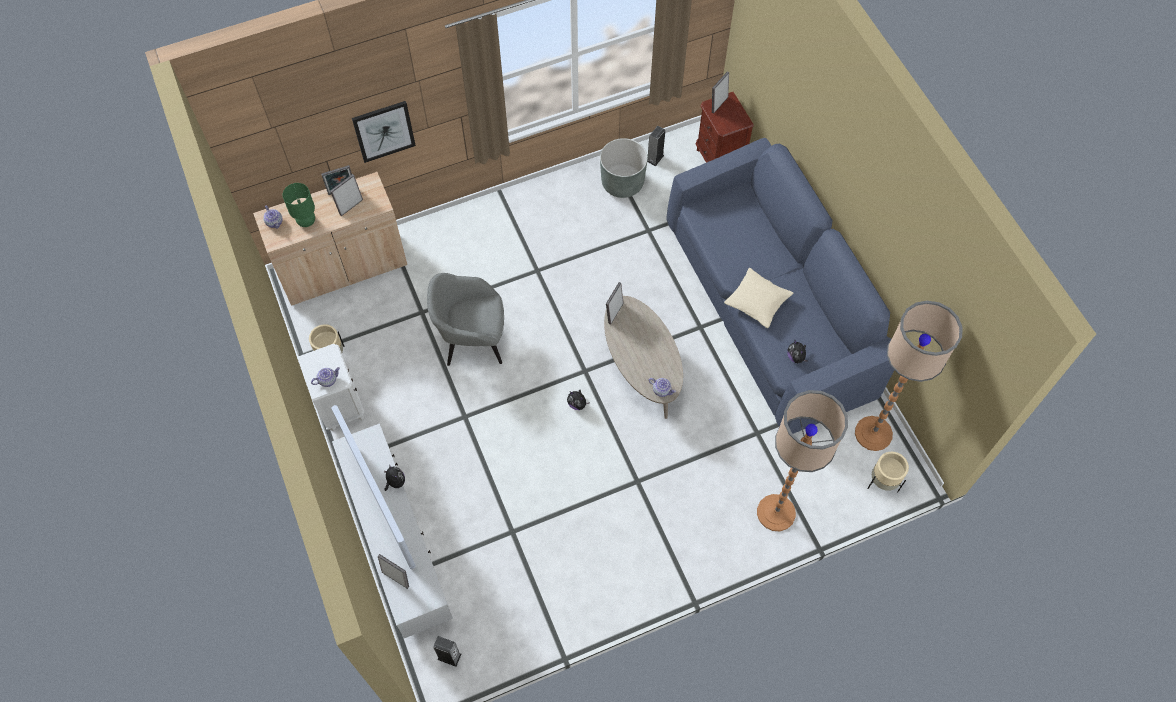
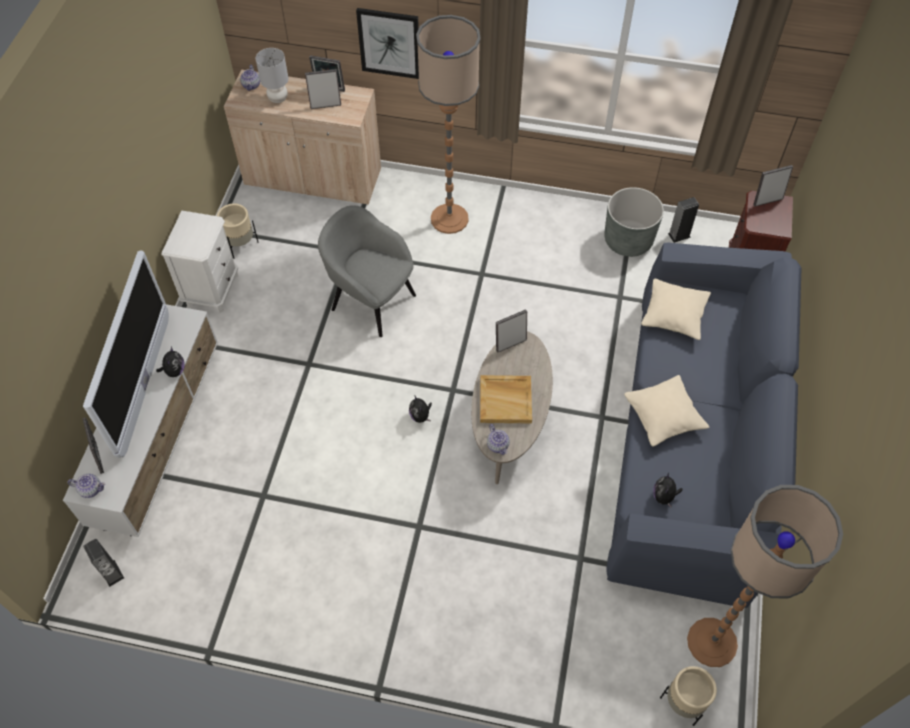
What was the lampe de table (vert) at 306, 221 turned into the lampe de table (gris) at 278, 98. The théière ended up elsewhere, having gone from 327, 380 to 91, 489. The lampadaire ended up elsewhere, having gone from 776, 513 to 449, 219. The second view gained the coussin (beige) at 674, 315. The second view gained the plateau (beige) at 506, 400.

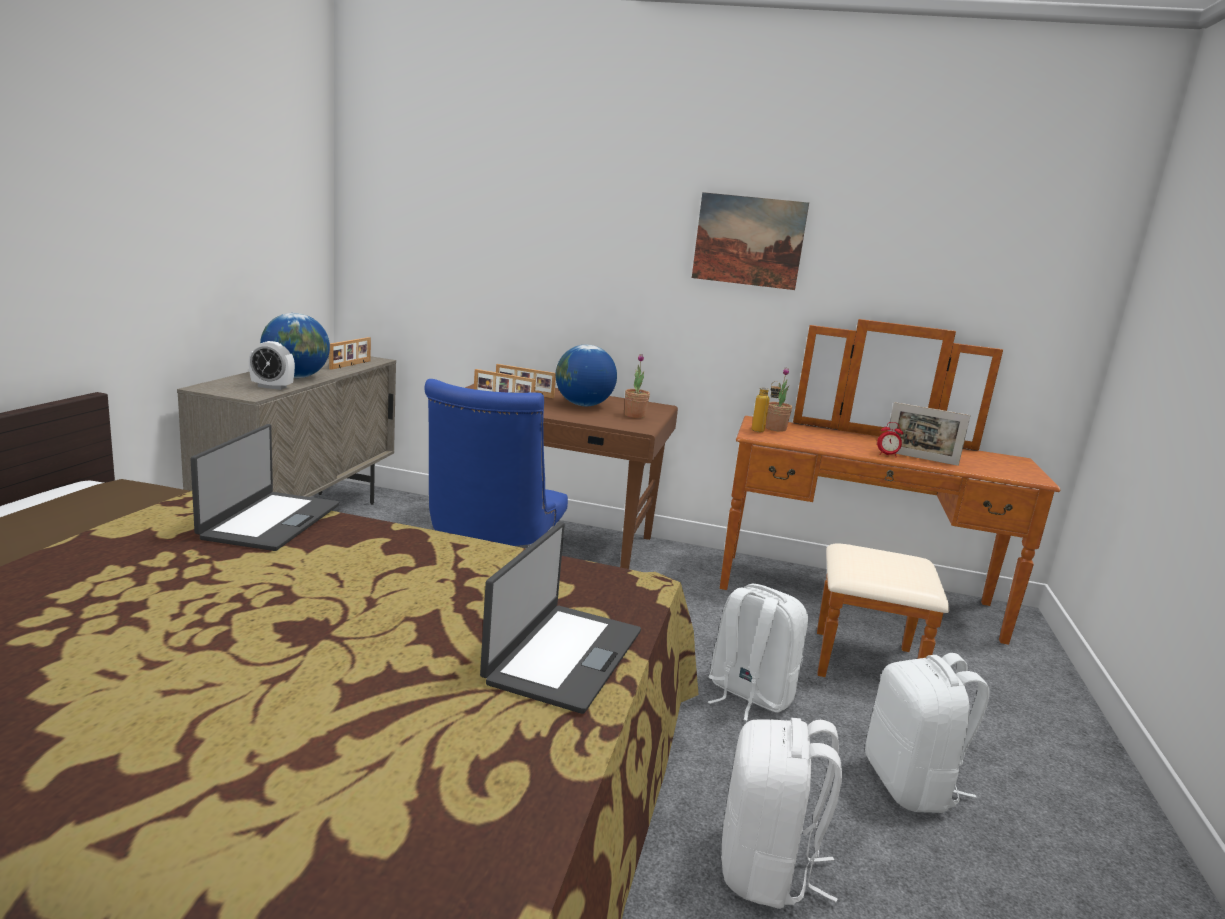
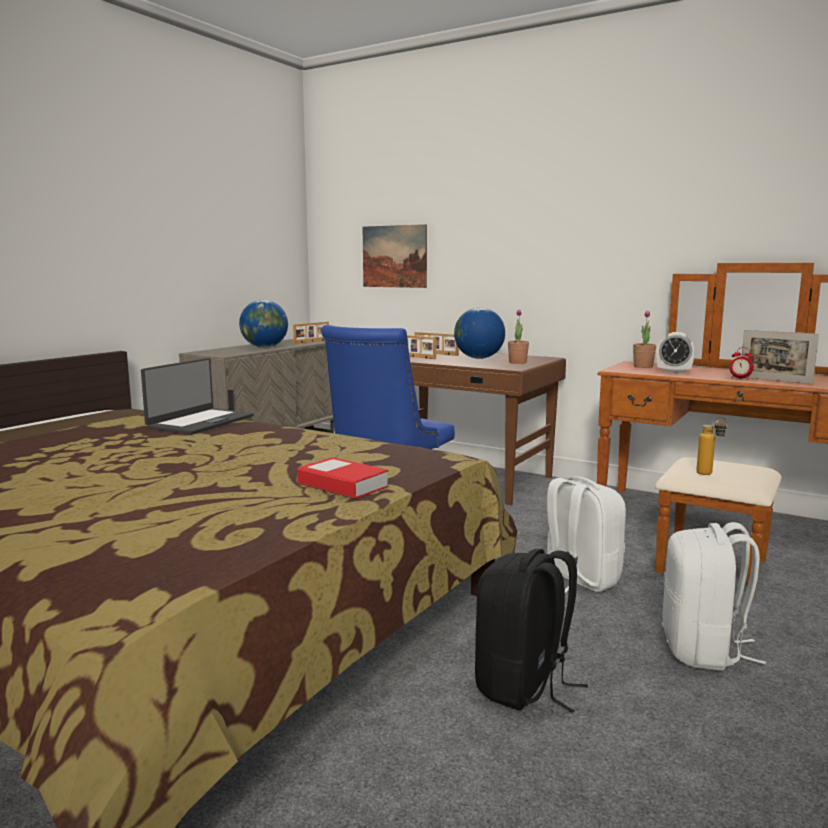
The tableau ended up elsewhere, having gone from 749, 241 to 394, 256. The réveil ended up elsewhere, having gone from 272, 387 to 674, 372. The bouteille ended up elsewhere, having gone from 762, 432 to 709, 474. Where the ordinateur portable stood at 563, 655, the livre came to stand at 342, 485. What was the sac à dos (blanc) at 767, 869 turned into the sac à dos (noir) at 524, 686.

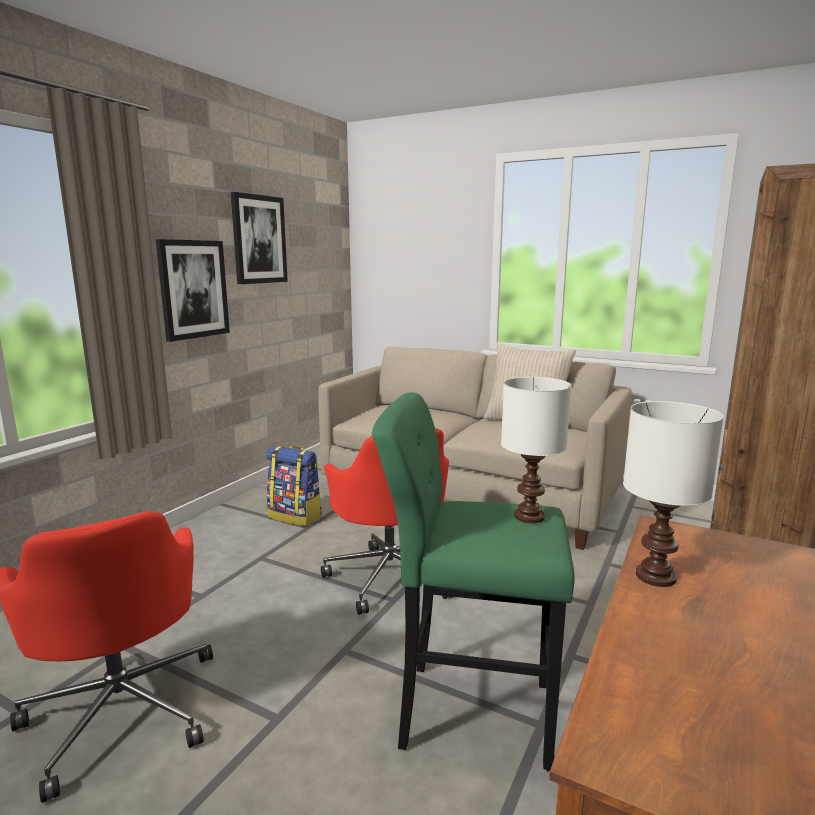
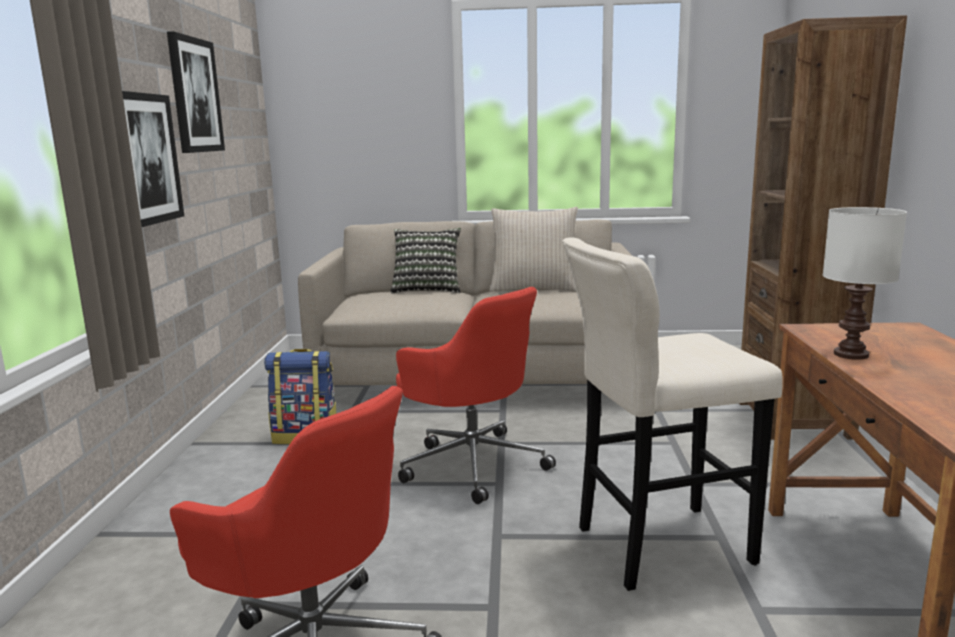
The second view lost the lampe de table (blanc) at 530, 517. What was the tabouret (vert) at 467, 711 turned into the tabouret (beige) at 655, 547. The second view gained the coussin at 427, 289.

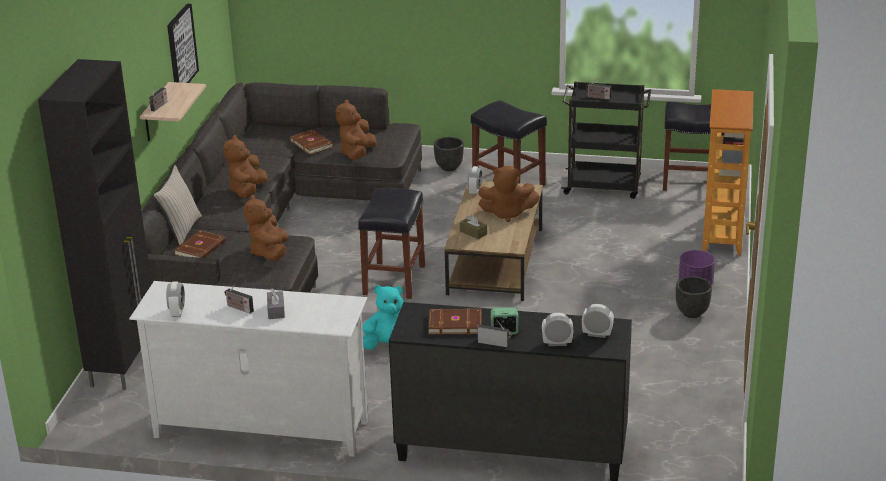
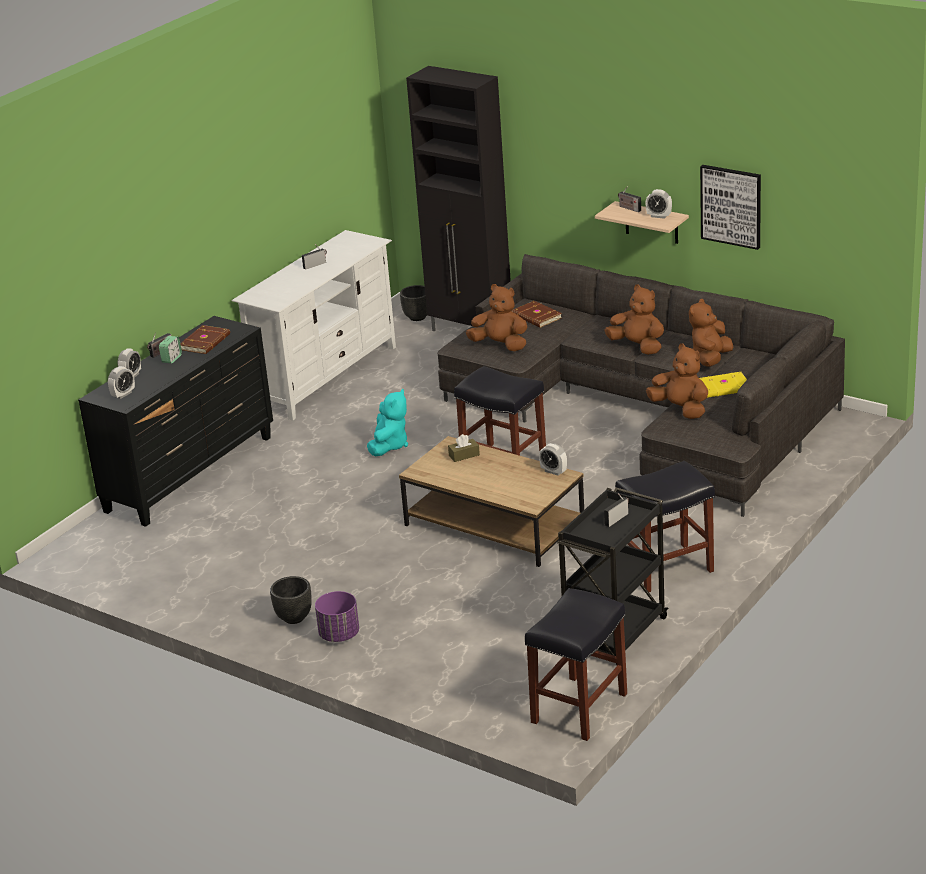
The second view lost the bibliothèque at 723, 235. What was the livre (marron) at 312, 144 turned into the livre (jaune) at 724, 388. The cache-pot (noir) ended up elsewhere, having gone from 448, 167 to 417, 317. The second view lost the coussin (beige) at 181, 230. The peluche (marron) ended up elsewhere, having gone from 507, 213 to 710, 359. The réveil ended up elsewhere, having gone from 177, 312 to 659, 216. The second view lost the boîte à mouchoirs (gris) at 276, 310.

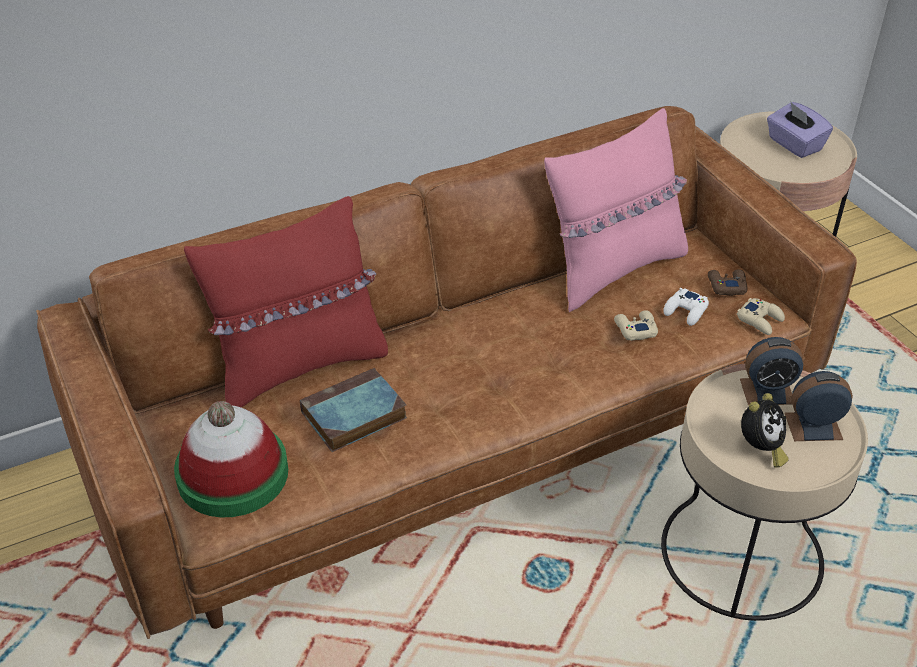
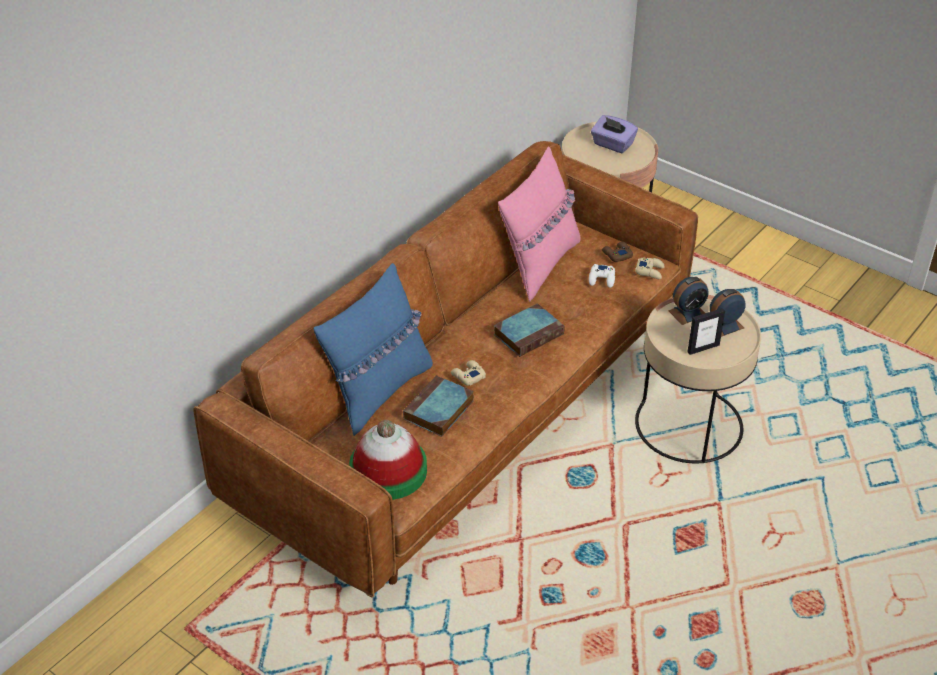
What was the coussin (rouge) at 300, 366 turned into the coussin (bleu) at 378, 391. The manette (beige) ended up elsewhere, having gone from 635, 329 to 468, 376. Where the réveil stood at 760, 449, the cadre photo came to stand at 703, 348. The second view gained the livre at 529, 333.

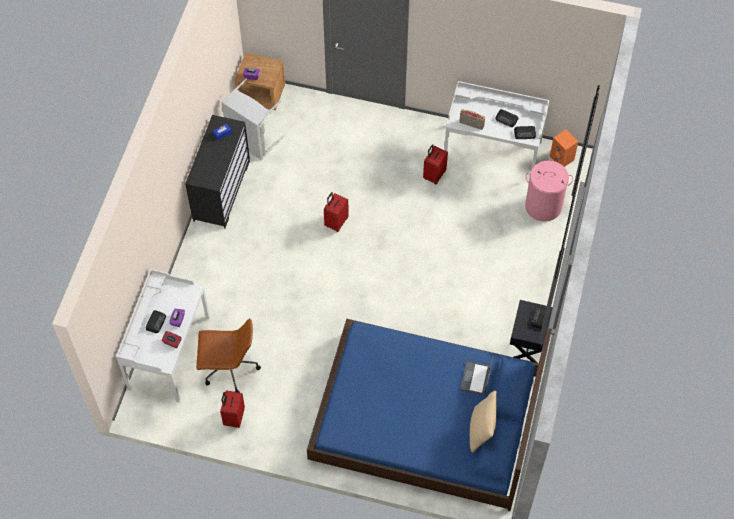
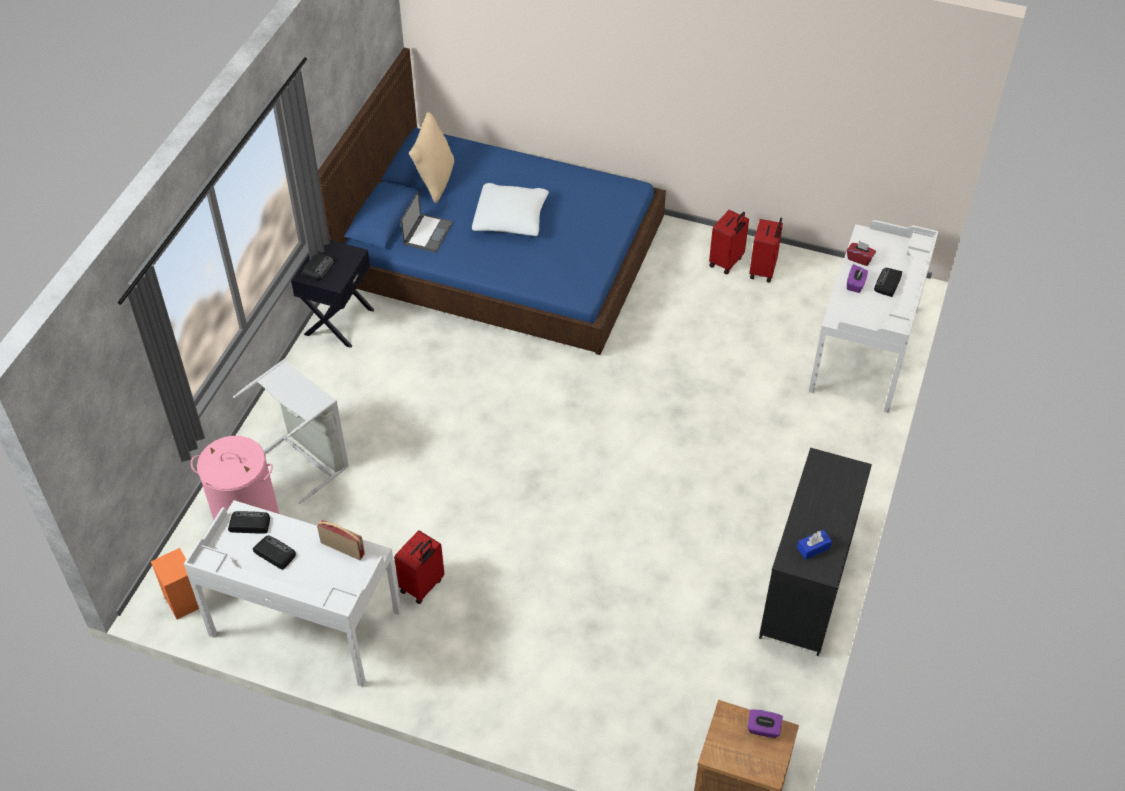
The panier à linge (gris) ended up elsewhere, having gone from 251, 141 to 307, 459. The valise (rouge) ended up elsewhere, having gone from 336, 222 to 727, 262. The second view lost the chaise de bureau (marron) at 229, 369. The second view gained the coussin (blanc) at 510, 219.

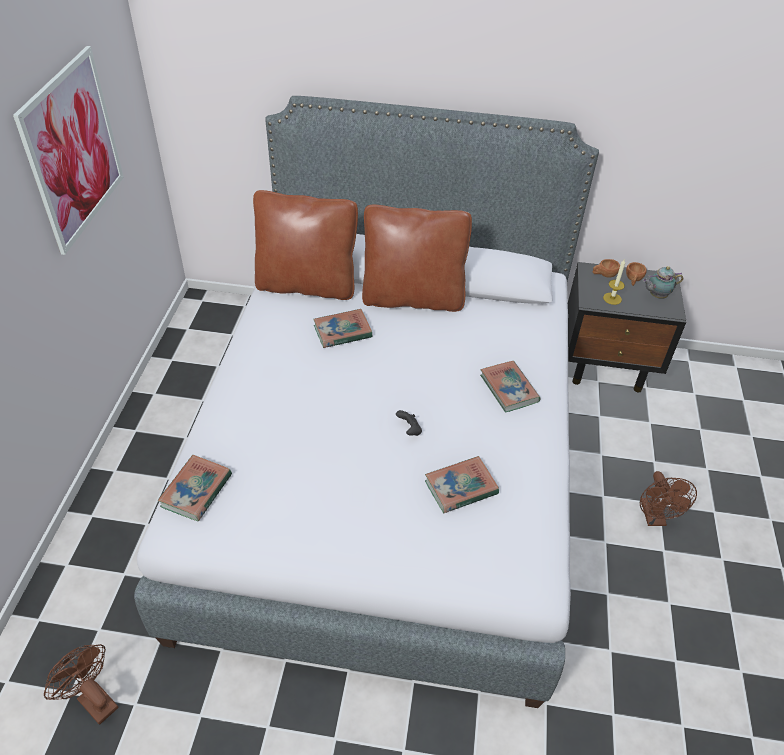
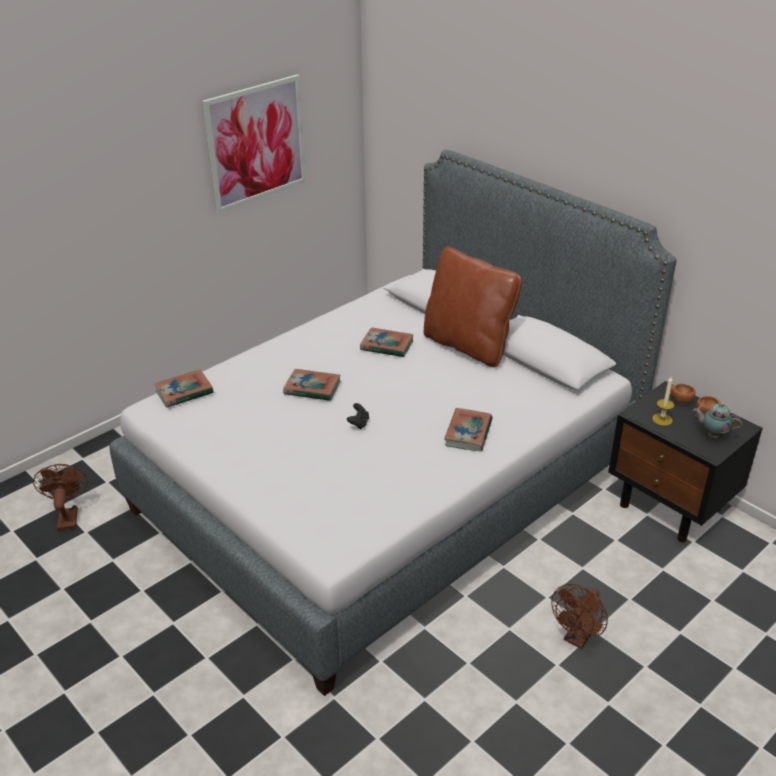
The second view lost the coussin (marron) at 307, 285. The livre ended up elsewhere, having gone from 461, 487 to 312, 388.

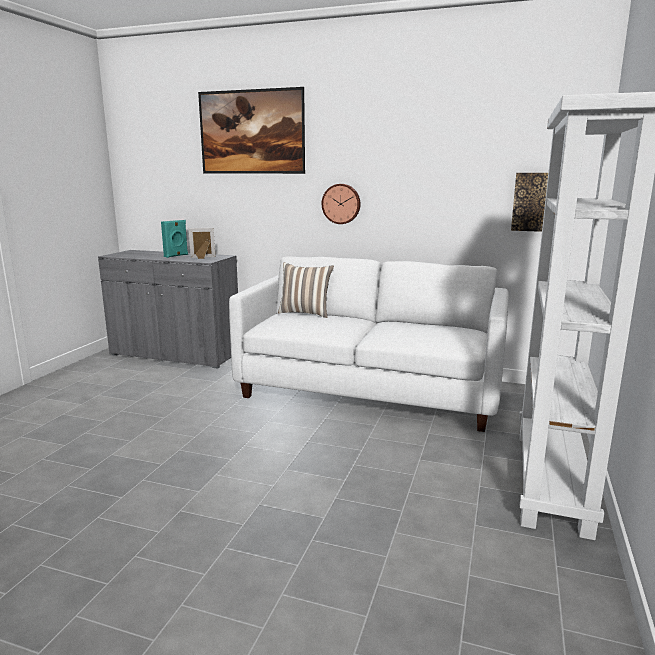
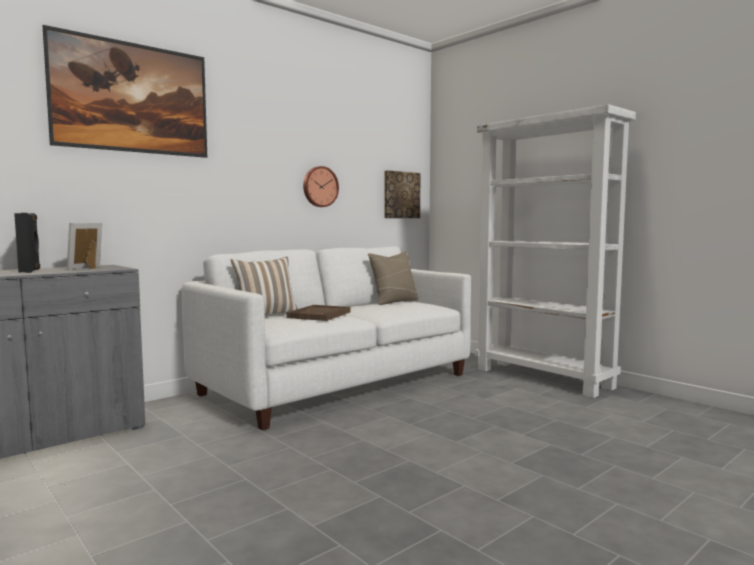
The horloge murale ended up elsewhere, having gone from 341, 203 to 319, 186. What was the enceinte (turquoise) at 176, 256 turned into the enceinte (noir) at 30, 271. The second view gained the coussin (beige) at 394, 301. The second view gained the plateau (marron) at 319, 315.

